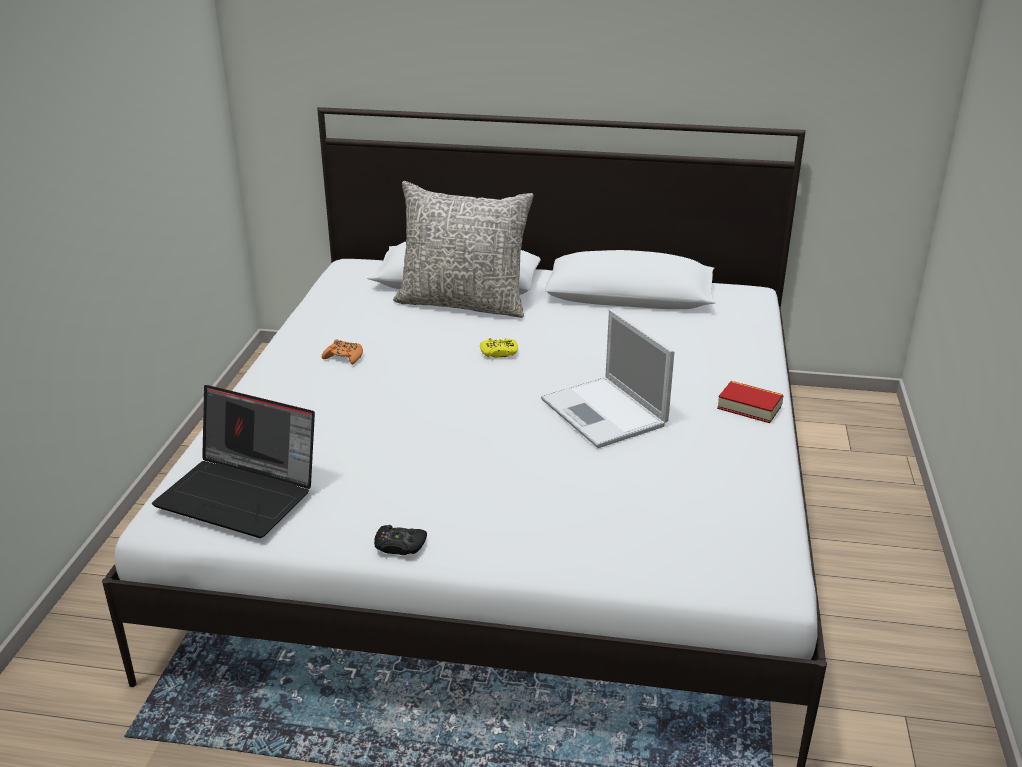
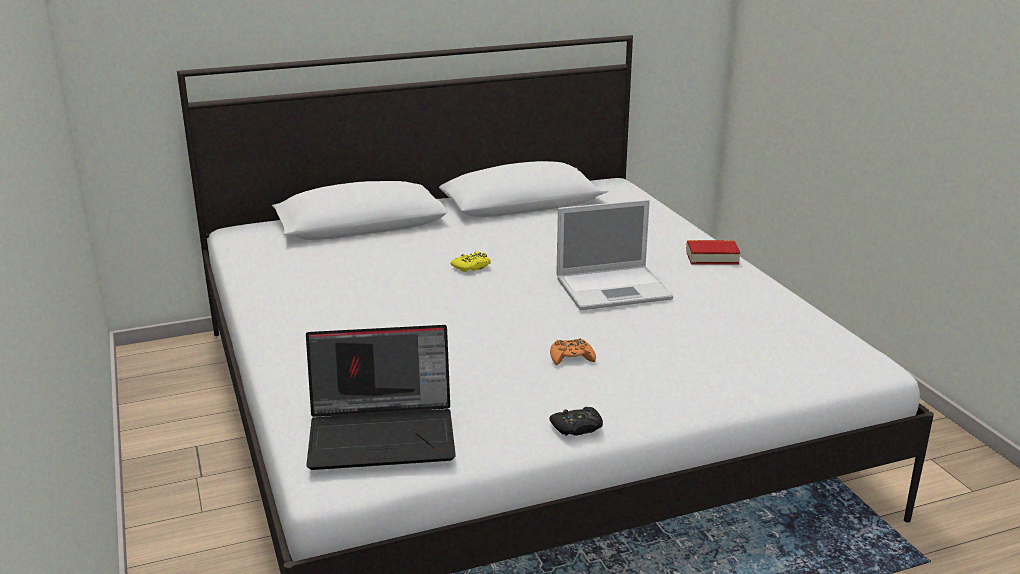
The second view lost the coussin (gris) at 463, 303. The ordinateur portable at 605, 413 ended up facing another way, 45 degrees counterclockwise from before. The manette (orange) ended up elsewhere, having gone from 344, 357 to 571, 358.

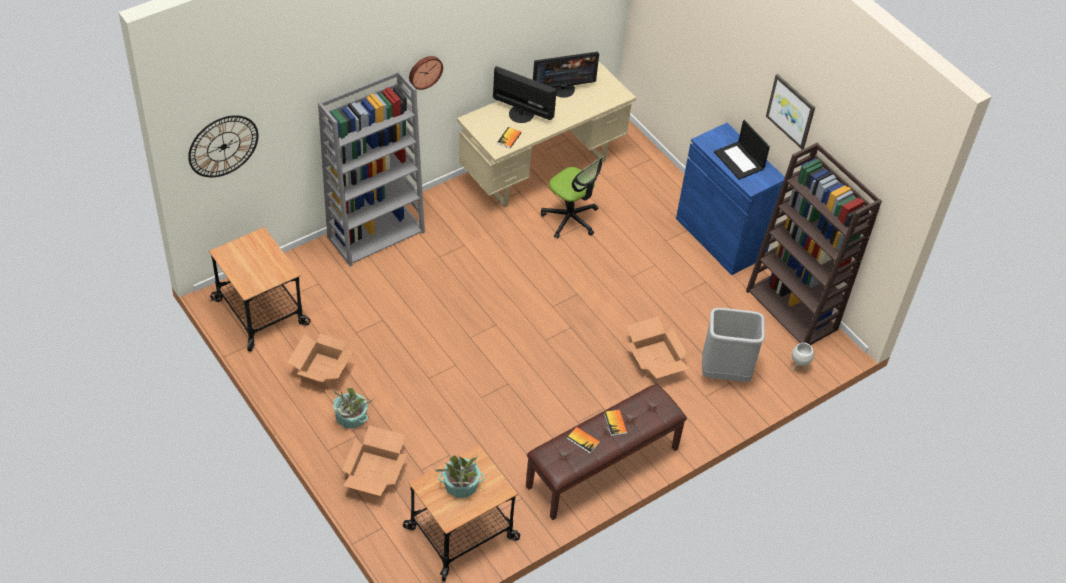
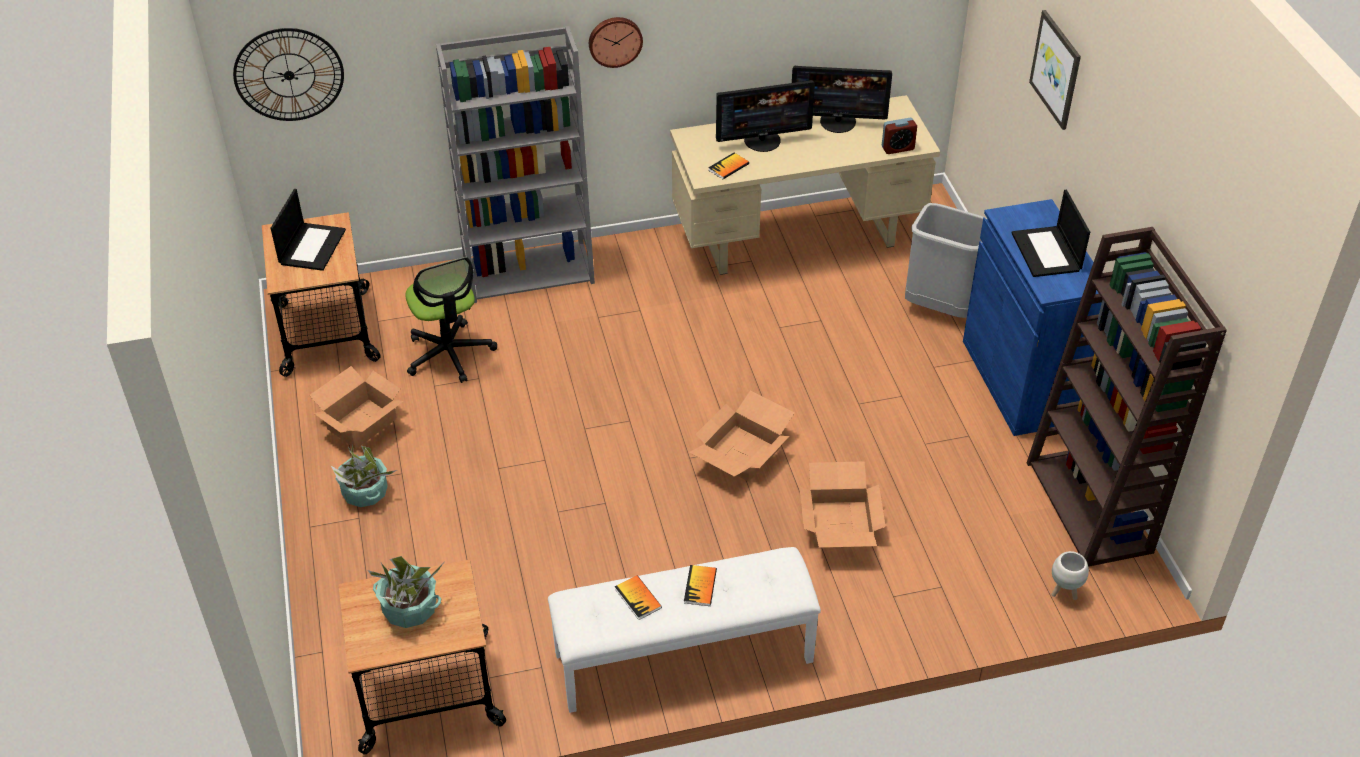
The écran d'ordinateur at 521, 113 ended up facing another way, 120 degrees clockwise from before. The tableau ended up elsewhere, having gone from 791, 111 to 1056, 69. The chaise de bureau ended up elsewhere, having gone from 570, 219 to 449, 354. The poubelle (gris) ended up elsewhere, having gone from 725, 372 to 941, 307. What was the banc (marron) at 603, 468 turned into the banc (blanc) at 683, 658. The carton ended up elsewhere, having gone from 374, 471 to 741, 452. The second view gained the réveil at 897, 148. The second view gained the ordinateur portable at 312, 246.

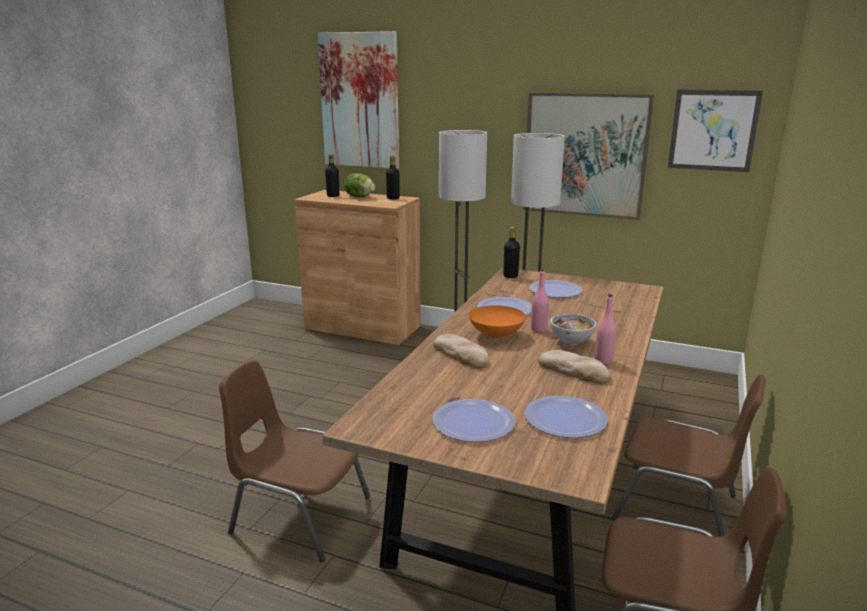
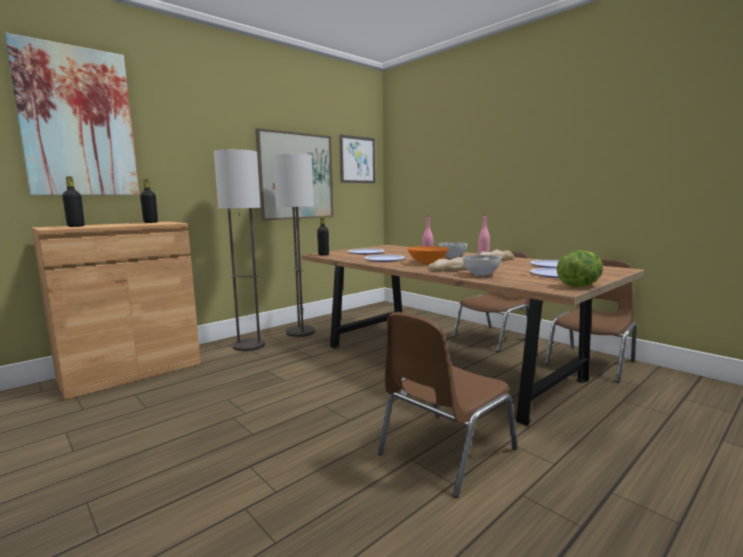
The laitue ended up elsewhere, having gone from 360, 197 to 579, 286. The second view gained the bol at 481, 275.

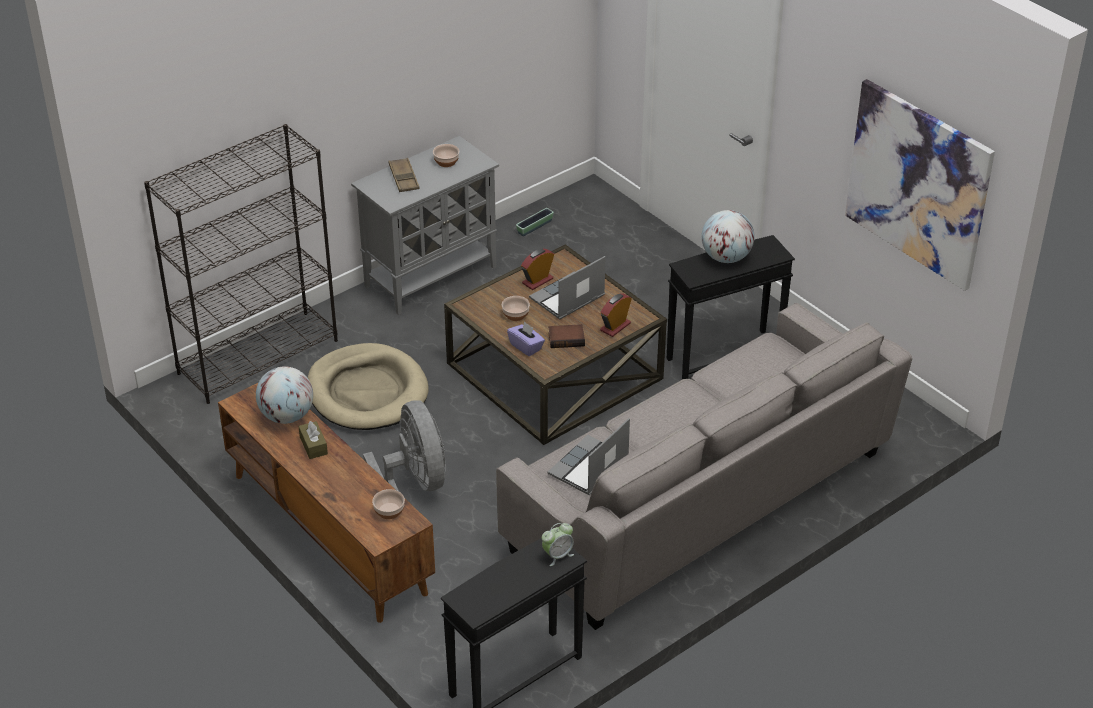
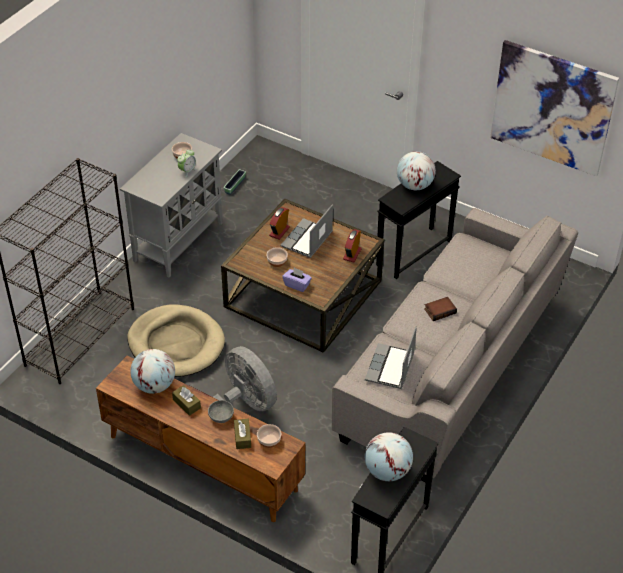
The second view lost the plateau (marron) at 404, 178. The livre ended up elsewhere, having gone from 567, 339 to 440, 310. The réveil ended up elsewhere, having gone from 557, 555 to 187, 171. The second view gained the bol (gris) at 221, 417. The second view gained the boîte à mouchoirs (marron) at 242, 437. The second view gained the globe at 387, 471.

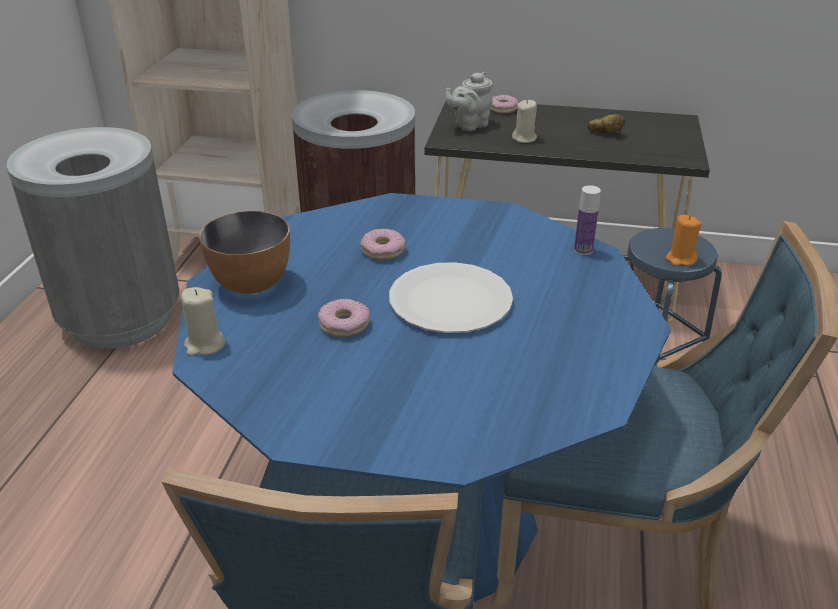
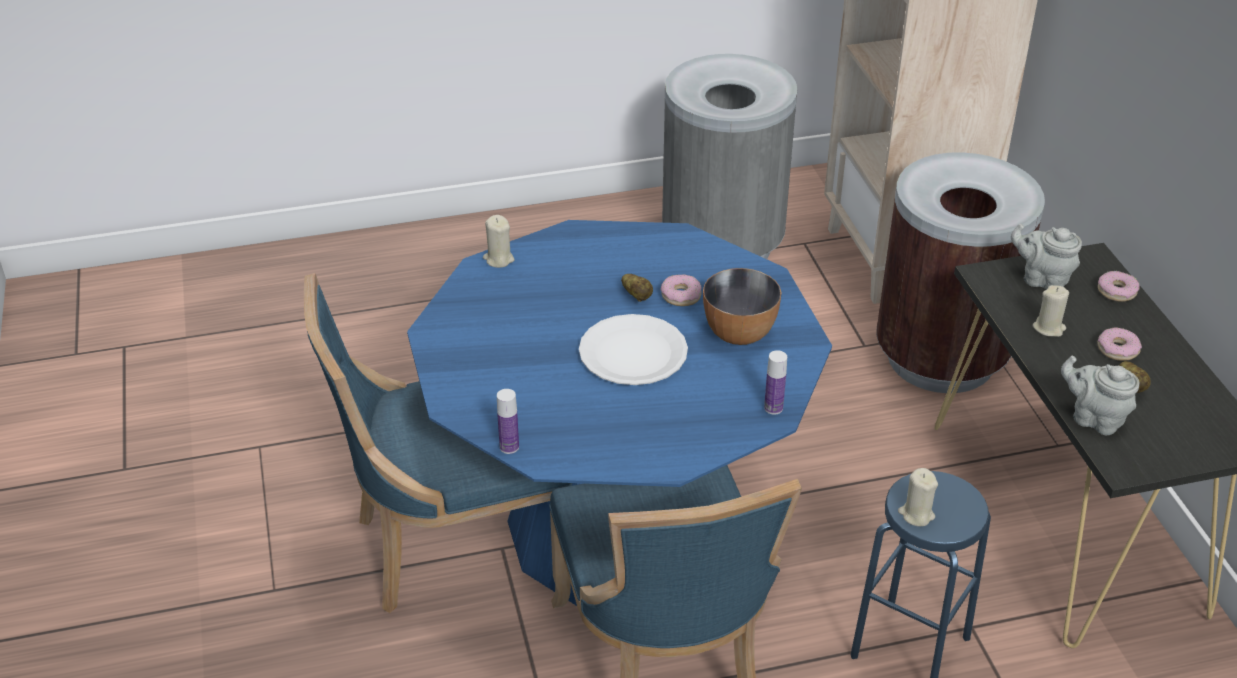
The bol ended up elsewhere, having gone from 251, 284 to 738, 334. What was the bougie (orange) at 680, 259 turned into the bougie (beige) at 916, 514. The beignet ended up elsewhere, having gone from 344, 324 to 1117, 349. The second view gained the pomme de terre at 637, 296. The second view gained the théière (gris) at 1094, 419. The second view gained the bouteille at 509, 447.

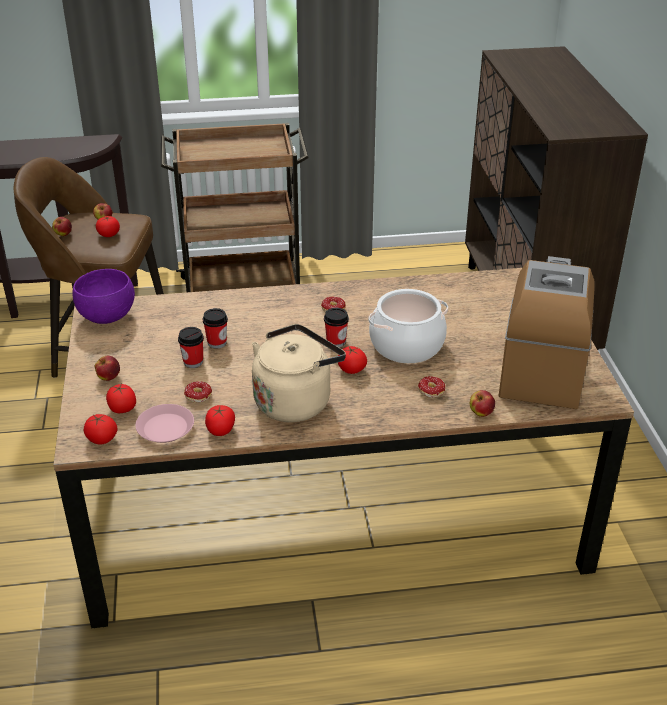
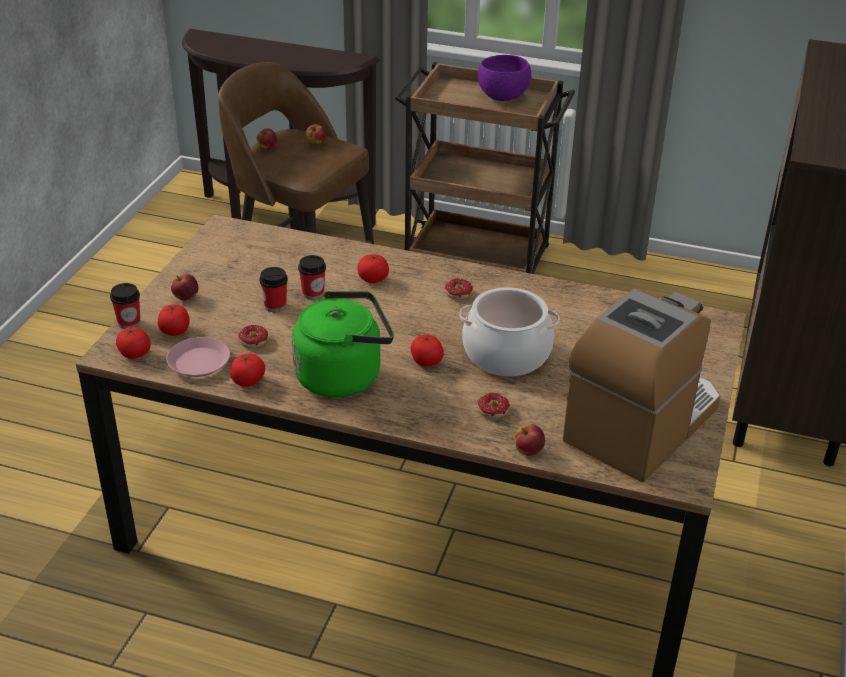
The tomate ended up elsewhere, having gone from 109, 234 to 373, 279. The bol (violet) ended up elsewhere, having gone from 107, 316 to 503, 97. The tasse ended up elsewhere, having gone from 336, 342 to 129, 323. What was the bouilloire (beige) at 295, 401 turned into the bouilloire (vert) at 343, 375.

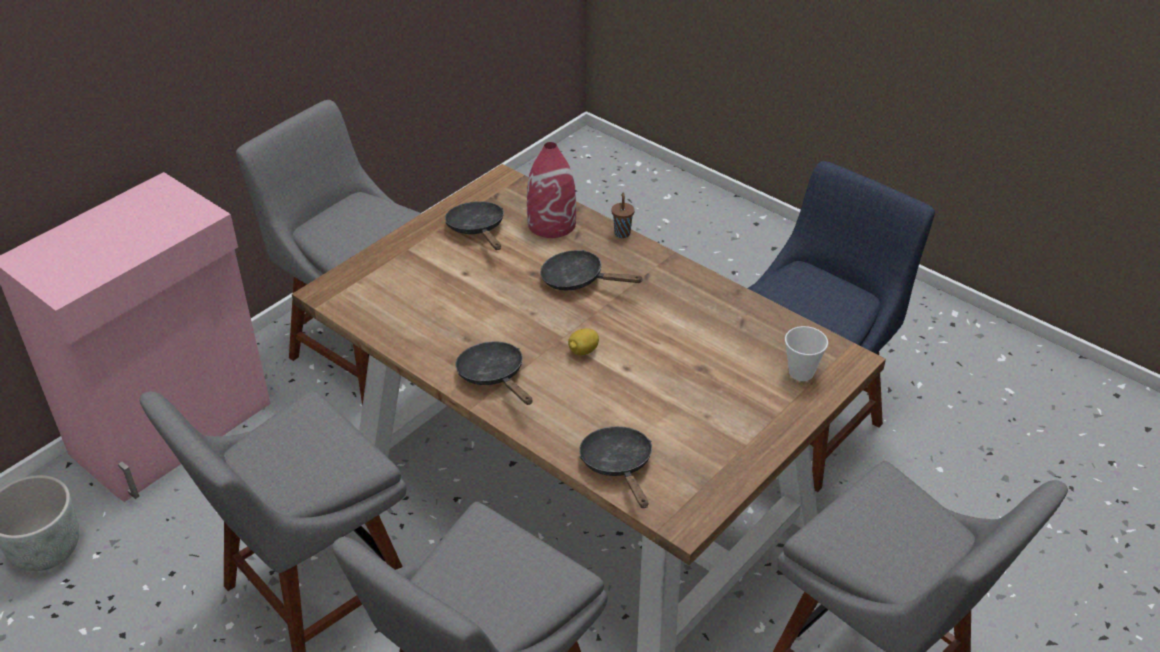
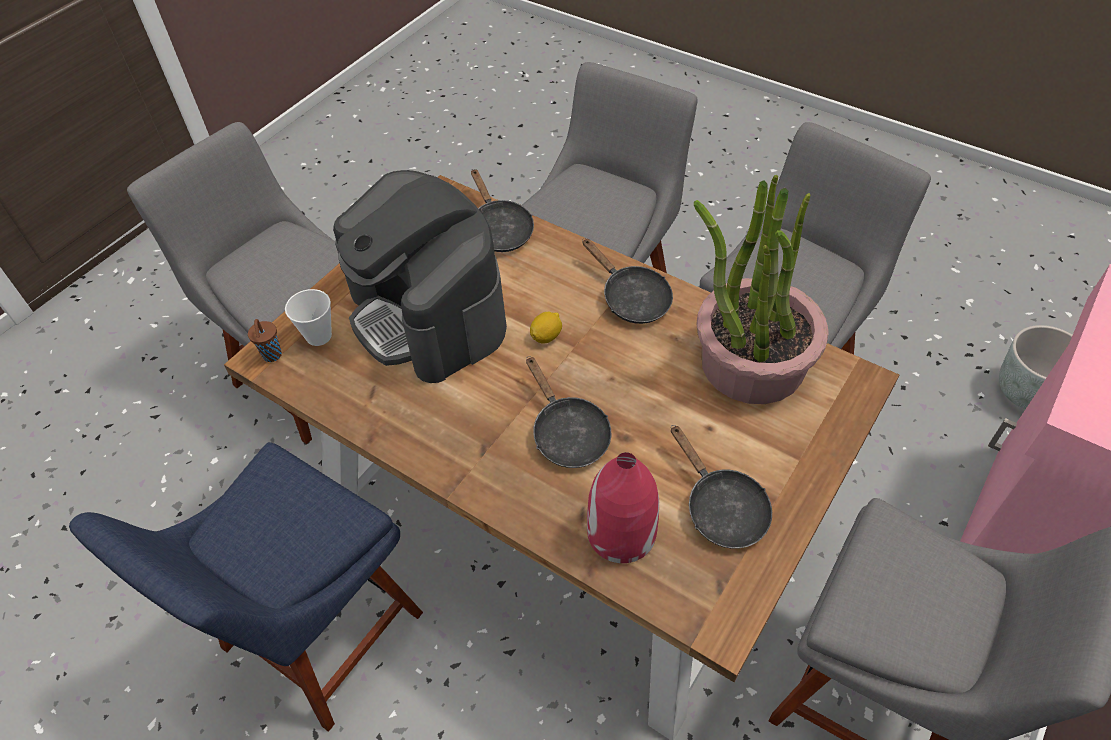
The tasse (marron) ended up elsewhere, having gone from 622, 233 to 272, 356. The poêle (noir) at 578, 280 ended up facing another way, 45 degrees clockwise from before. The second view gained the machine à café at 428, 315. The second view gained the plante en pot at 751, 363.

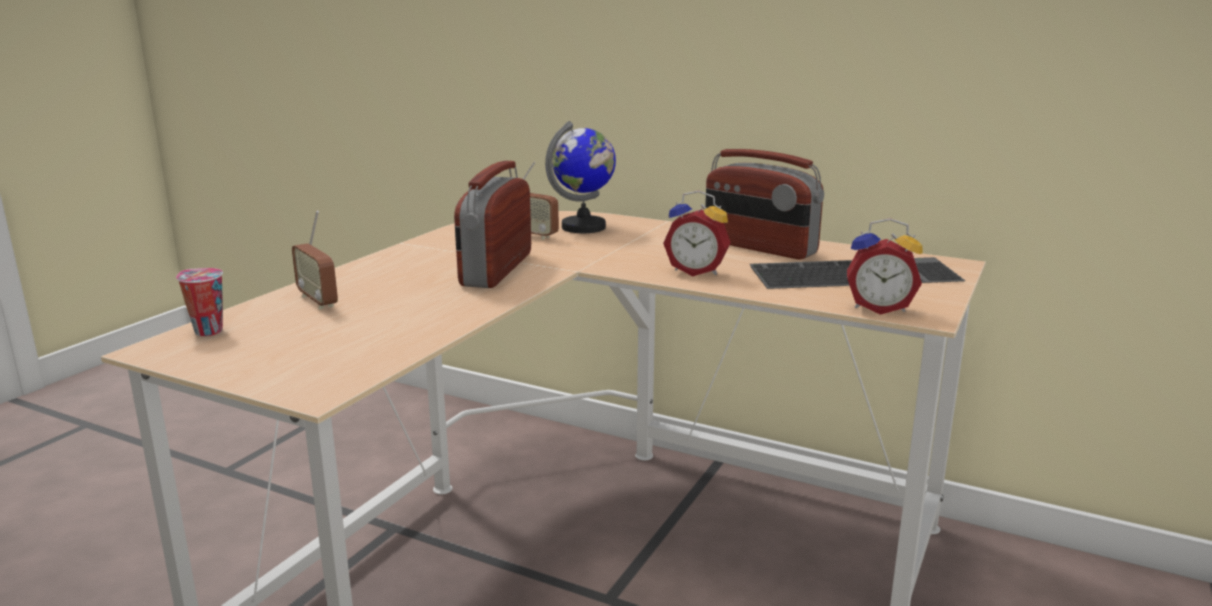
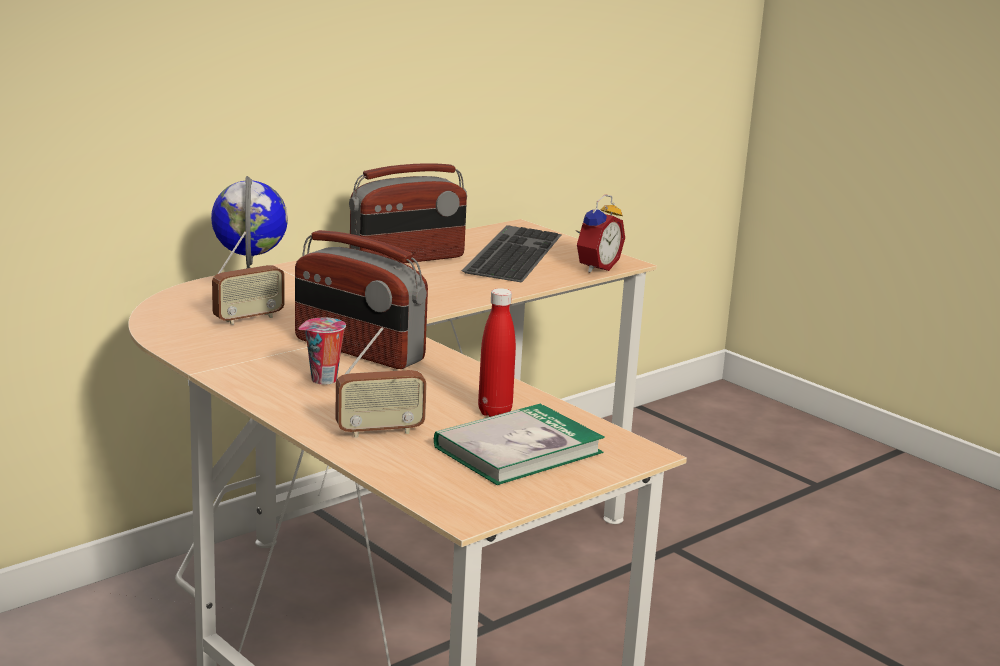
The second view lost the réveil at 697, 271. The tasse ended up elsewhere, having gone from 206, 331 to 322, 380. The second view gained the bouteille (rouge) at 494, 412. The second view gained the livre at 518, 450.

